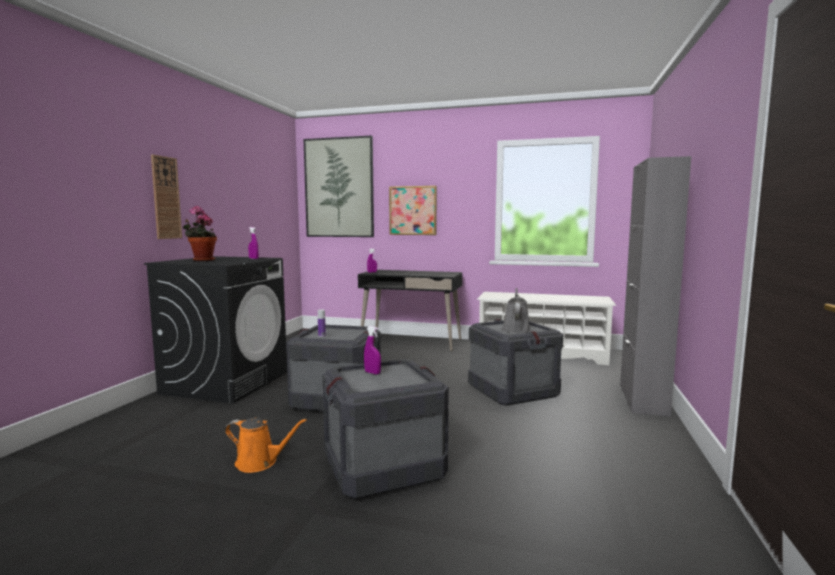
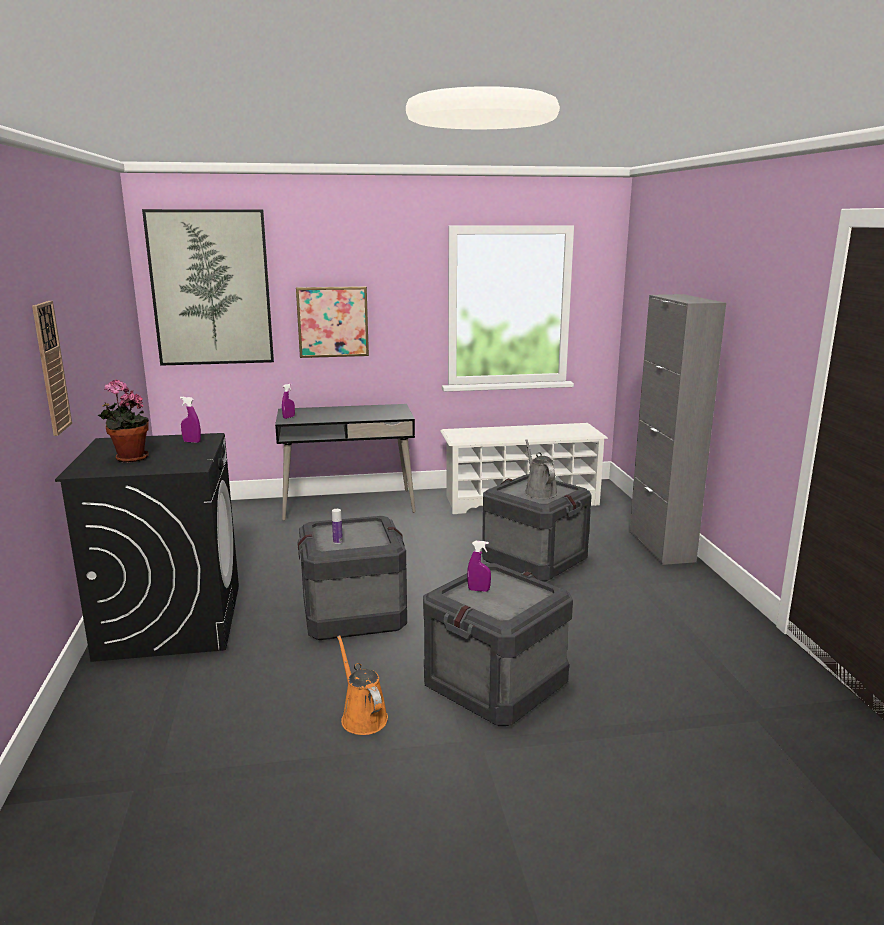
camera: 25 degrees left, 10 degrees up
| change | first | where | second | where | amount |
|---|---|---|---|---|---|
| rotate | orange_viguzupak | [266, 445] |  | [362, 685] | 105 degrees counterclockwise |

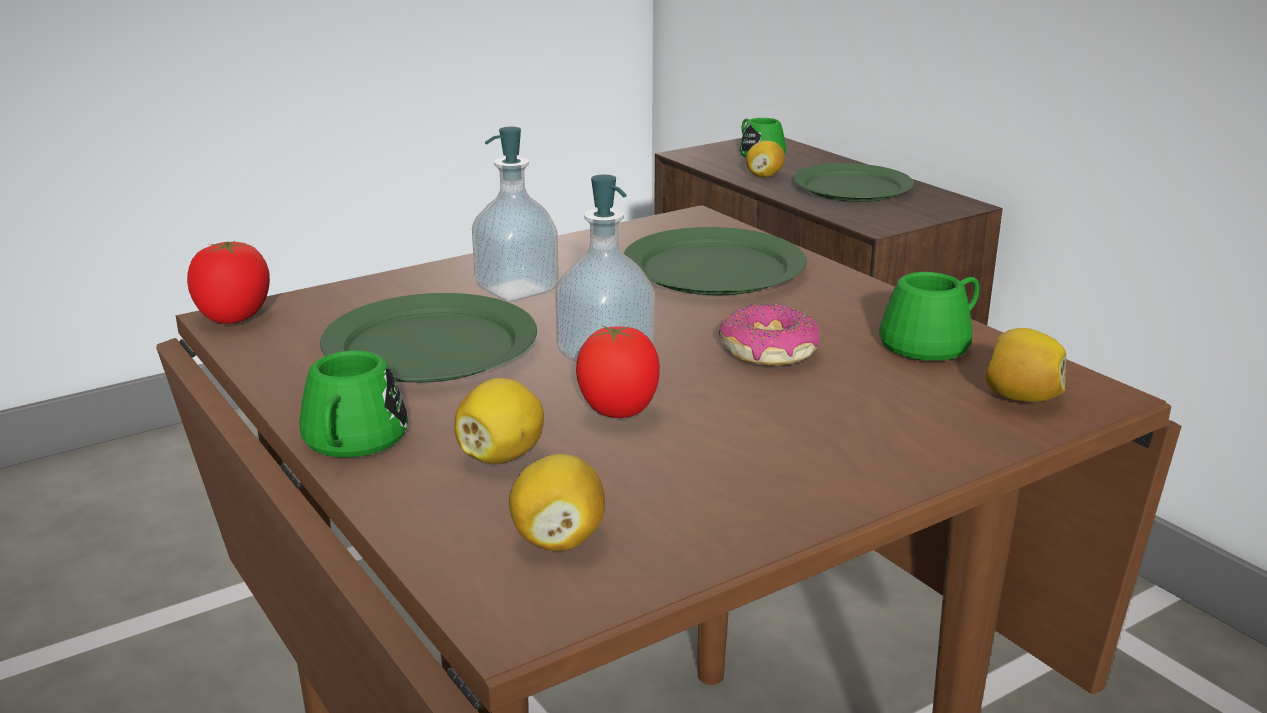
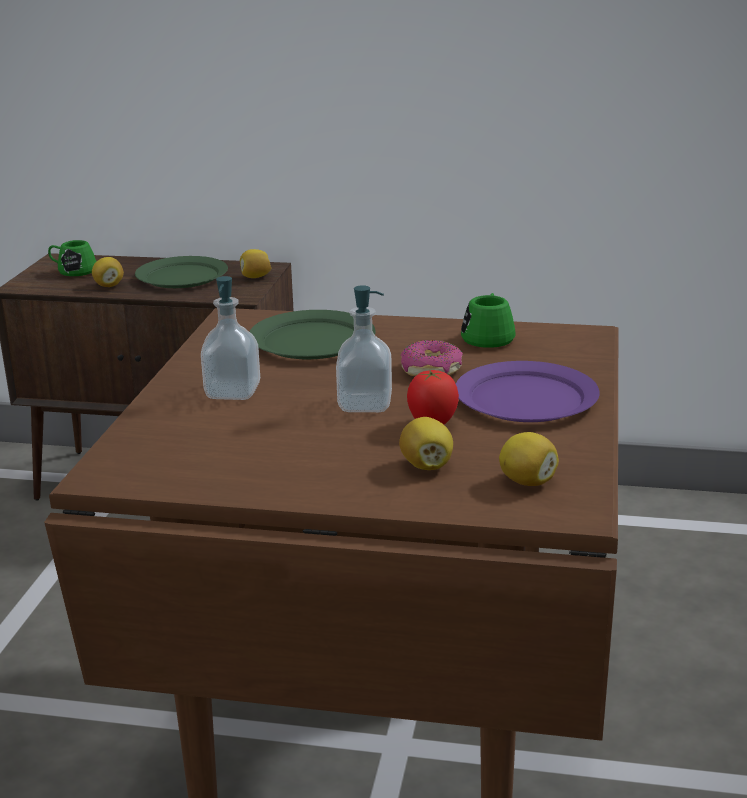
camera: 45 degrees left, 0 degrees up
| change | first | where | second | where | amount |
|---|---|---|---|---|---|
| delete | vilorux | [228, 282] |  |  |  |
| delete | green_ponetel | [353, 403] |  |  |  |
| delete | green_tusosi | [428, 338] |  |  |  |
| move | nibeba | [1026, 365] |  | [255, 263] |  |
| insert |  |  | purple_tusosi | [528, 391] |  |

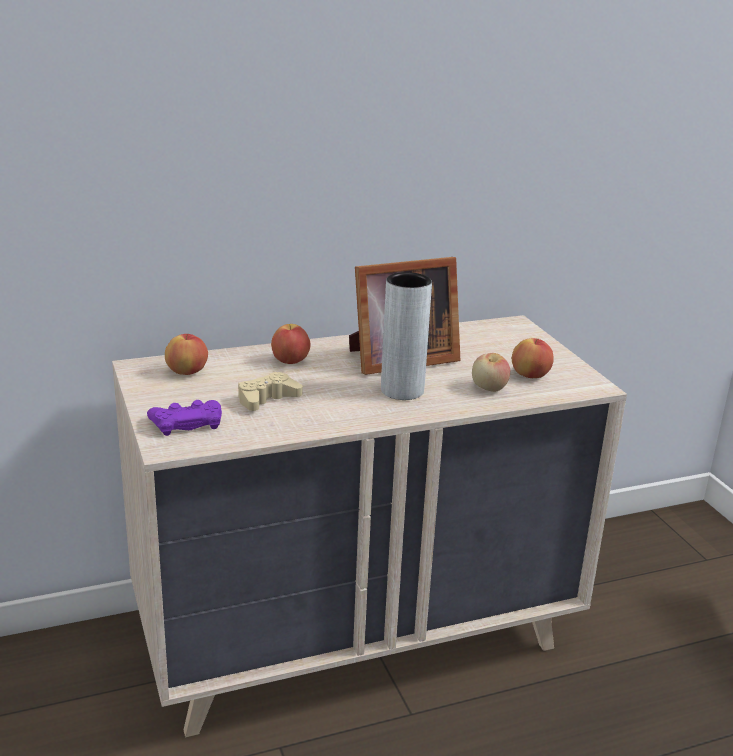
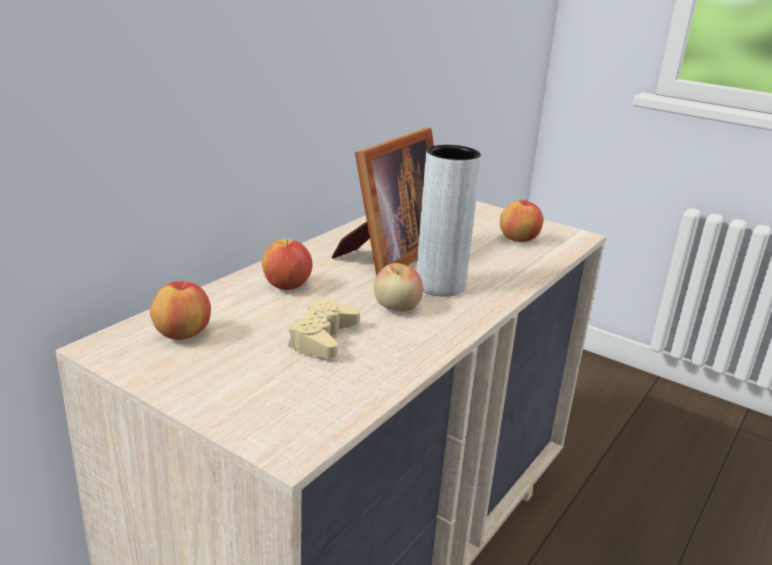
camera: 35 degrees left, 0 degrees up
| change | first | where | second | where | amount |
|---|---|---|---|---|---|
| delete | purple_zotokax | [184, 418] |  |  |  |
| move | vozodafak | [491, 372] |  | [398, 287] |  |

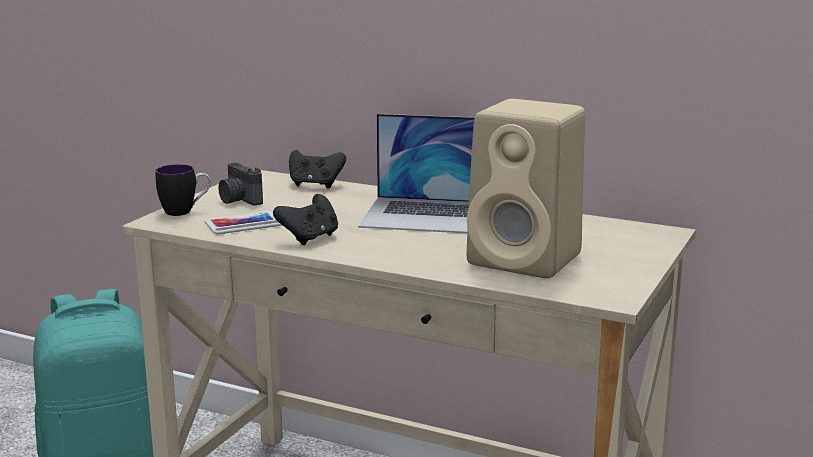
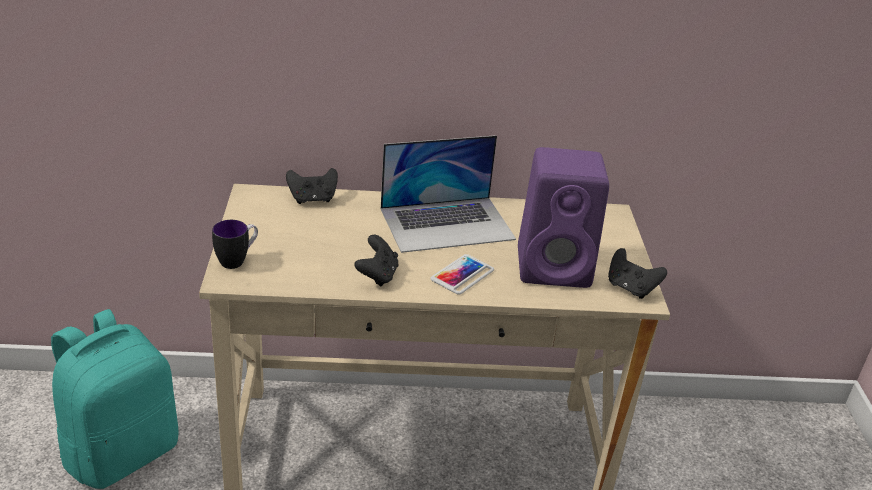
camera: 30 degrees left, 15 degrees up
| change | first | where | second | where | amount |
|---|---|---|---|---|---|
| move | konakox | [243, 222] |  | [462, 274] |  |
| delete | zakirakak | [240, 184] |  |  |  |
| recolor | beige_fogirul | [526, 188] | purple_fogirul | [563, 217] |  |
| insert |  |  | black_zotokax | [637, 273] |  |

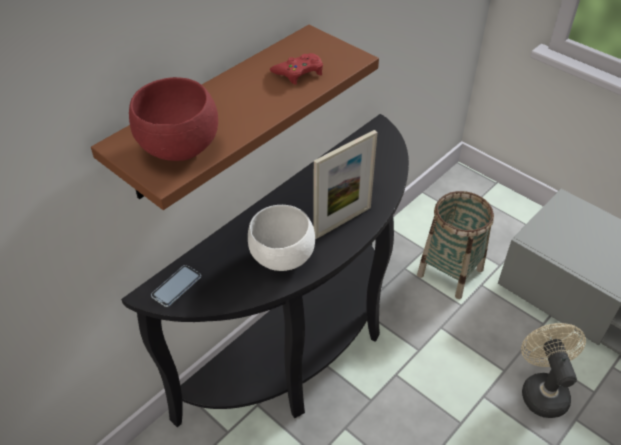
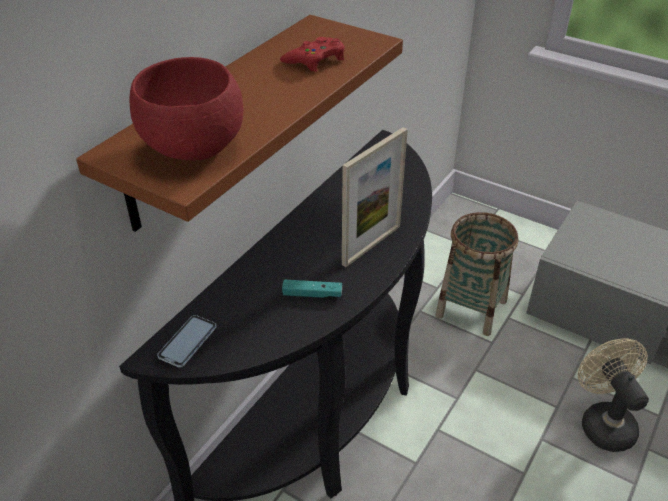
camera: 10 degrees left, 5 degrees down
| change | first | where | second | where | amount |
|---|---|---|---|---|---|
| replace | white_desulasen | [281, 238] | turquoise_zotokax | [312, 289] |  |

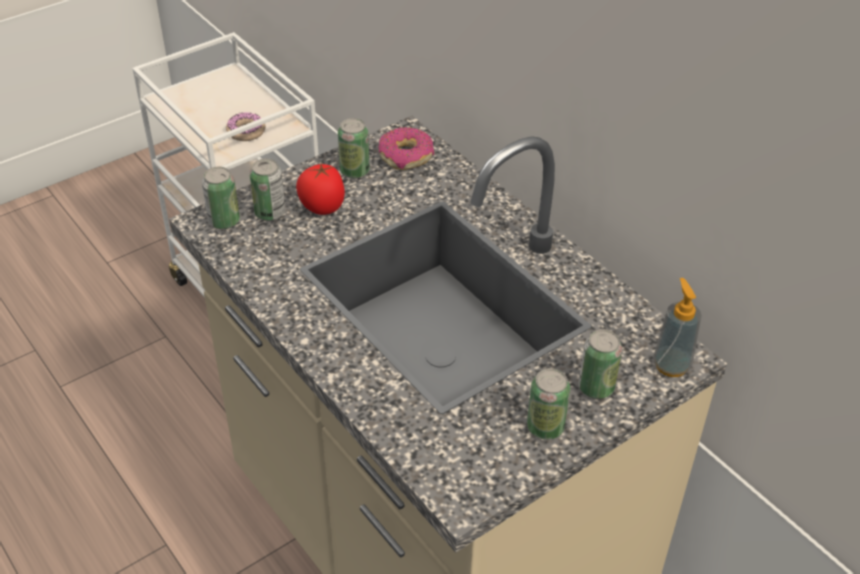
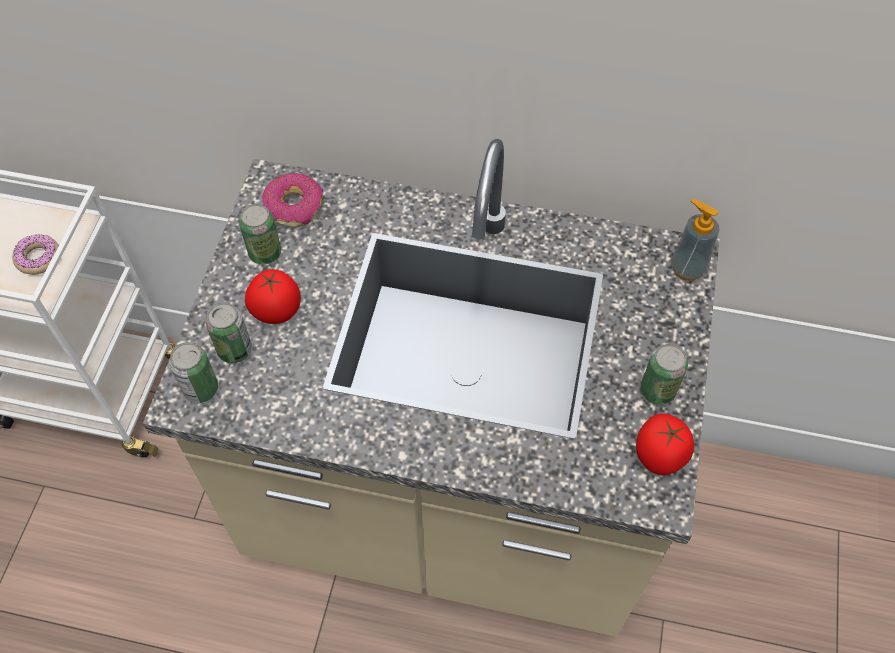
camera: 40 degrees left, 15 degrees up
| change | first | where | second | where | amount |
|---|---|---|---|---|---|
| delete | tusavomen | [600, 364] |  |  |  |
| insert |  |  | vilorux | [665, 444] |  |

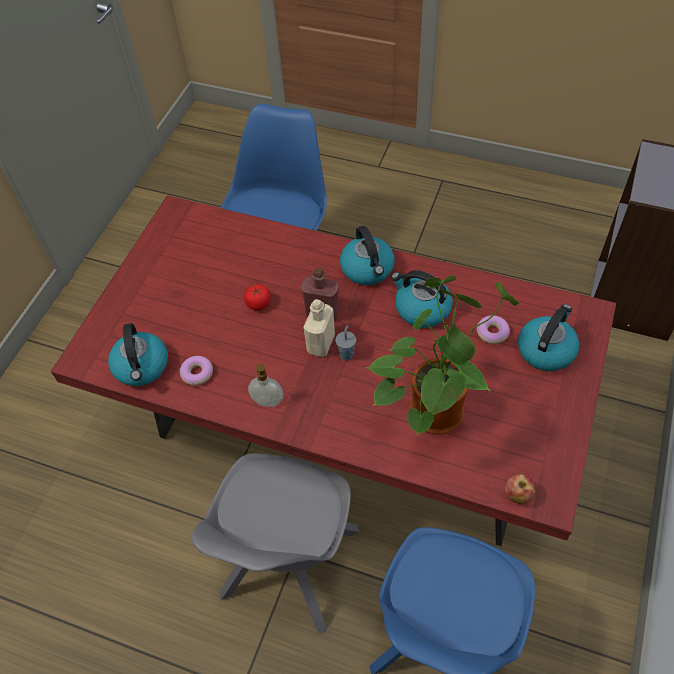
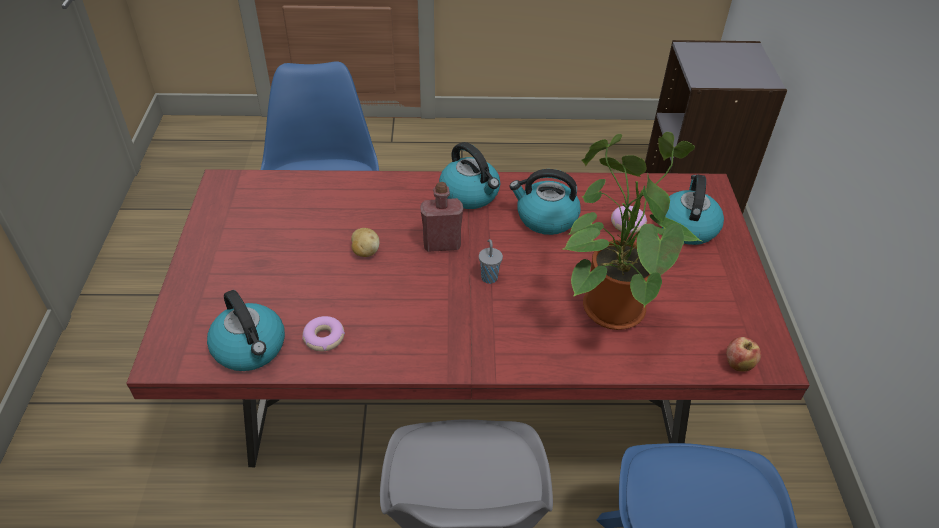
camera: 25 degrees left, 10 degrees down
| change | first | where | second | where | amount |
|---|---|---|---|---|---|
| replace | vilorux | [257, 297] | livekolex | [365, 242] |  |
| delete | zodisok | [265, 385] |  |  |  |
| delete | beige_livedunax | [319, 328] |  |  |  |

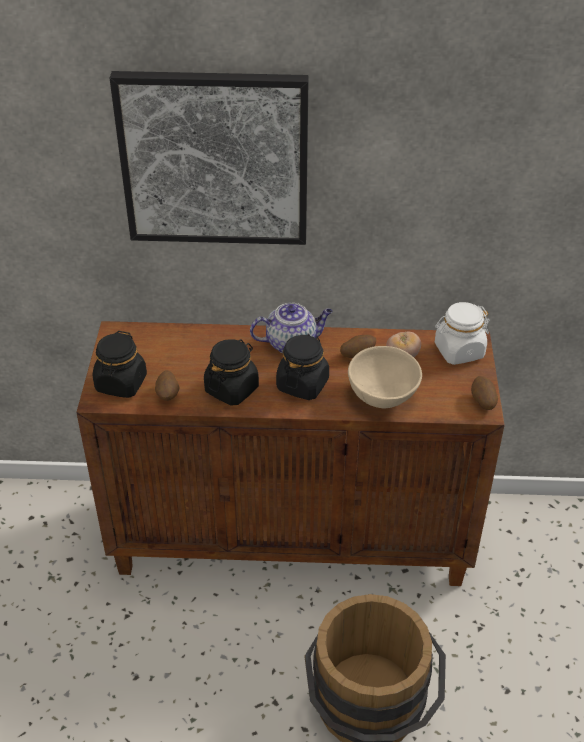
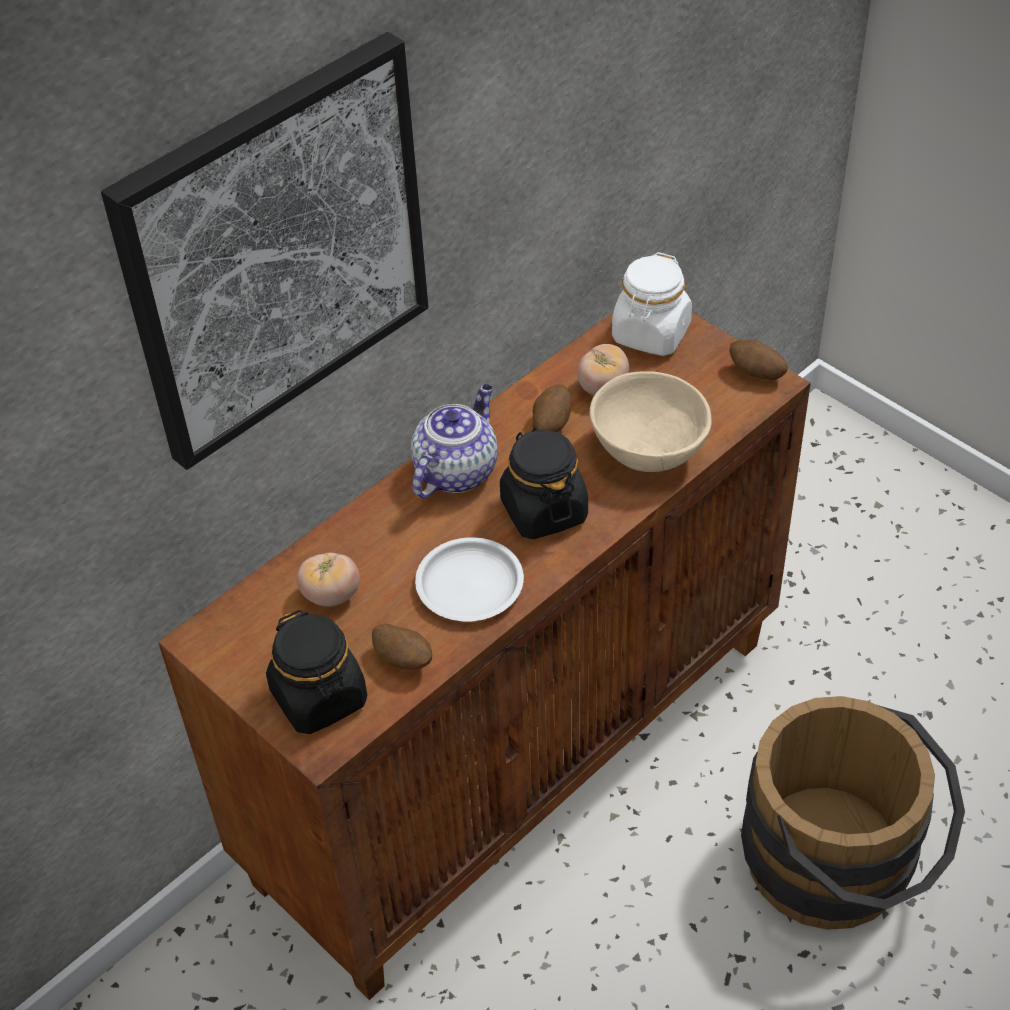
camera: 45 degrees left, 5 degrees up
| change | first | where | second | where | amount |
|---|---|---|---|---|---|
| replace | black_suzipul | [231, 372] | white_tusosi | [469, 579] |  |
| insert |  |  | vilorux | [328, 580] |  |

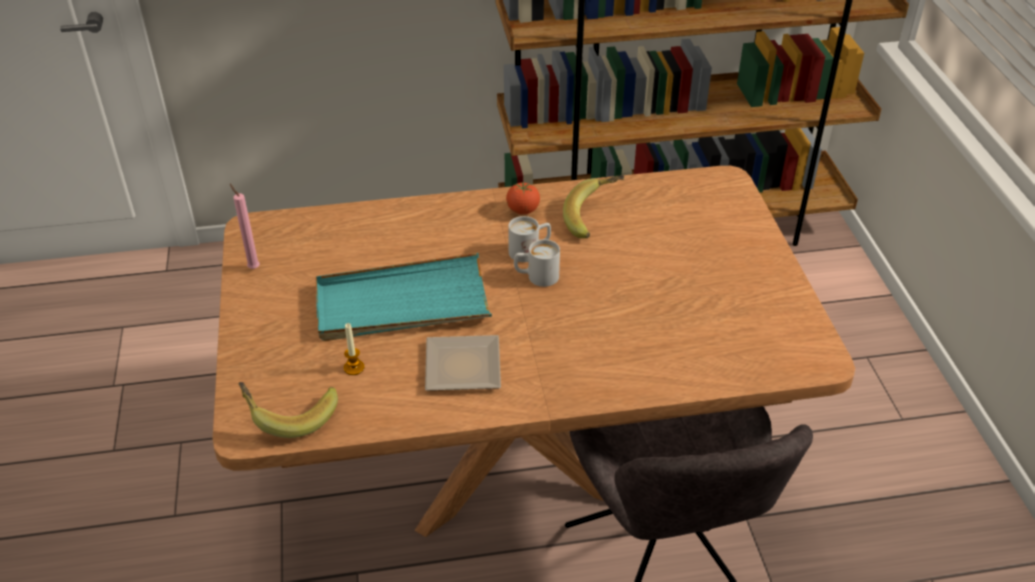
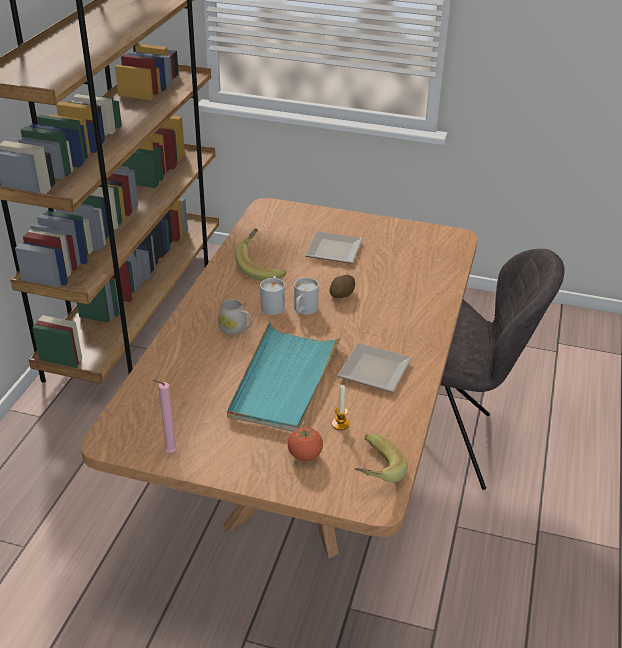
camera: 65 degrees left, 5 degrees down
| change | first | where | second | where | amount |
|---|---|---|---|---|---|
| move | vilorux | [523, 198] |  | [305, 444] |  |
| insert |  |  | white_ponetel | [235, 317] |  |
| insert |  |  | tusosi | [334, 247] |  |
| insert |  |  | livekolex | [342, 286] |  |

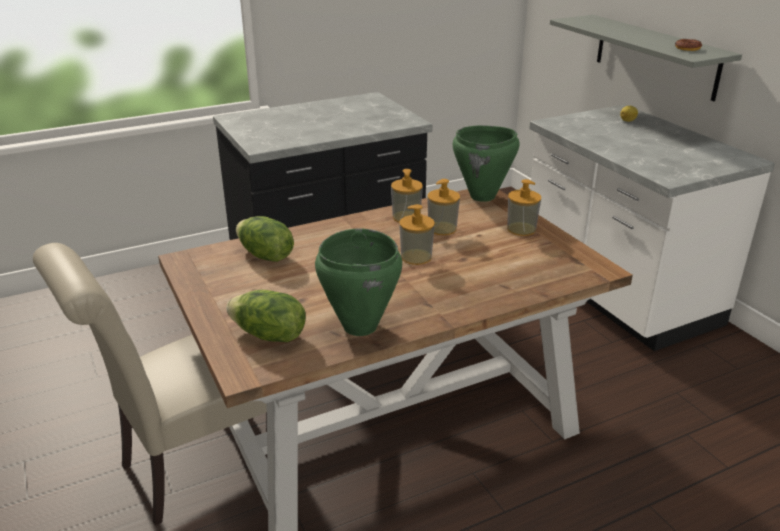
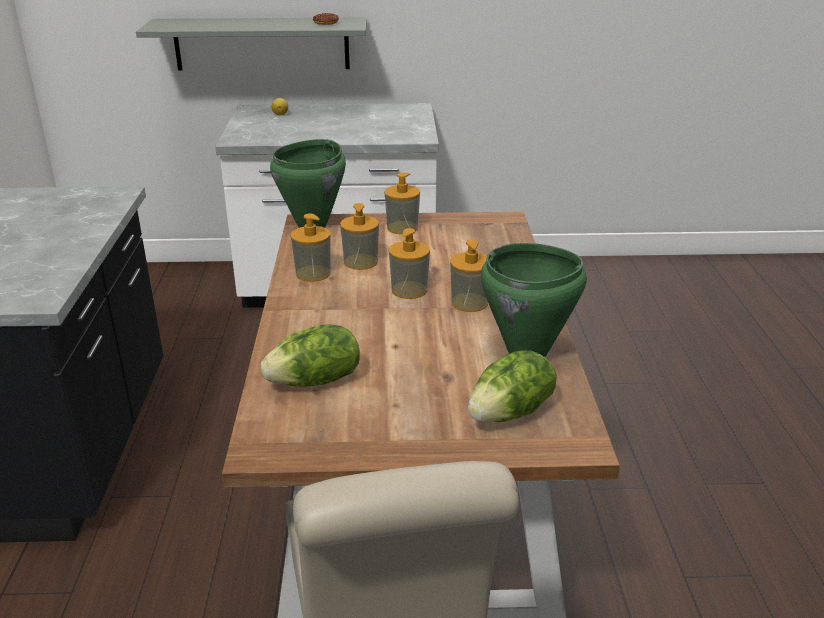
camera: 65 degrees left, 0 degrees up
| change | first | where | second | where | amount |
|---|---|---|---|---|---|
| insert |  |  | zodisok | [469, 275] |  |

